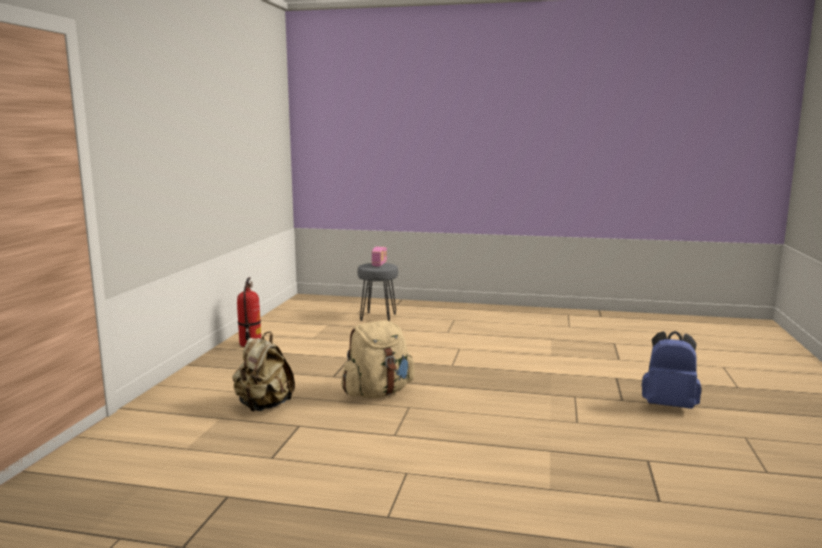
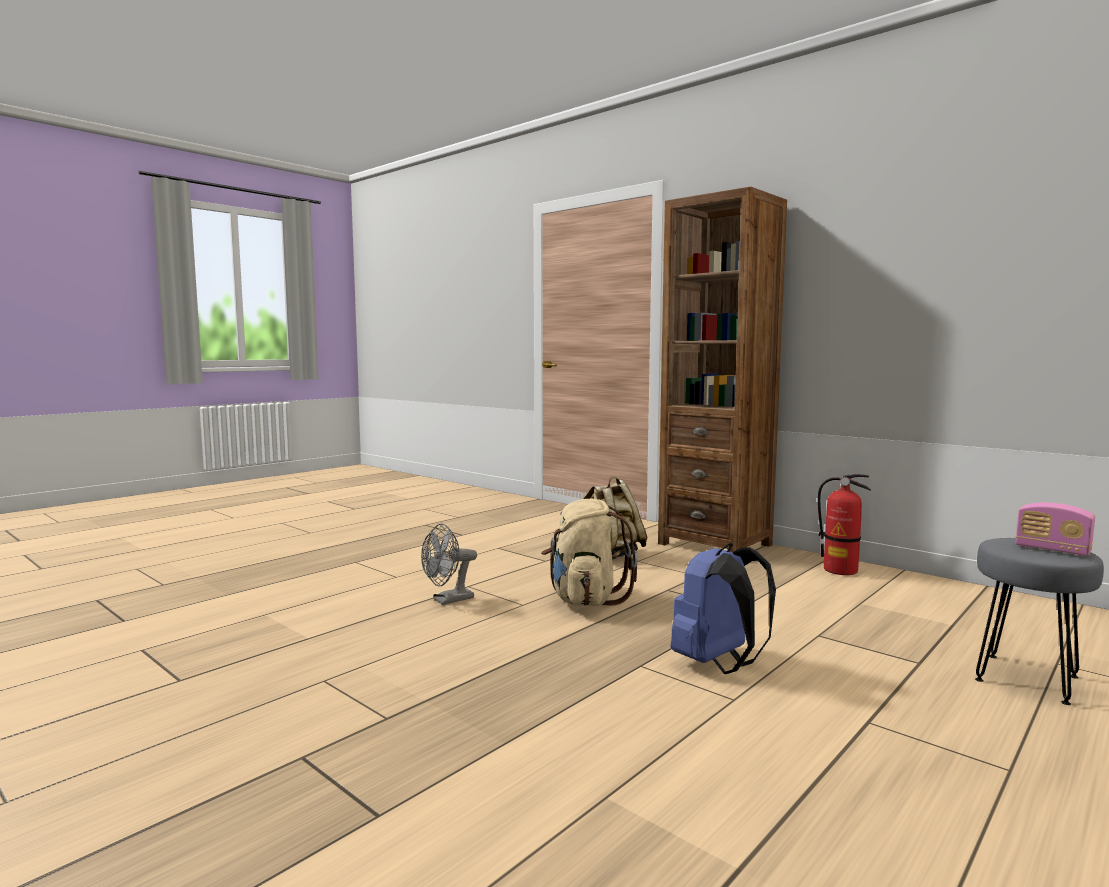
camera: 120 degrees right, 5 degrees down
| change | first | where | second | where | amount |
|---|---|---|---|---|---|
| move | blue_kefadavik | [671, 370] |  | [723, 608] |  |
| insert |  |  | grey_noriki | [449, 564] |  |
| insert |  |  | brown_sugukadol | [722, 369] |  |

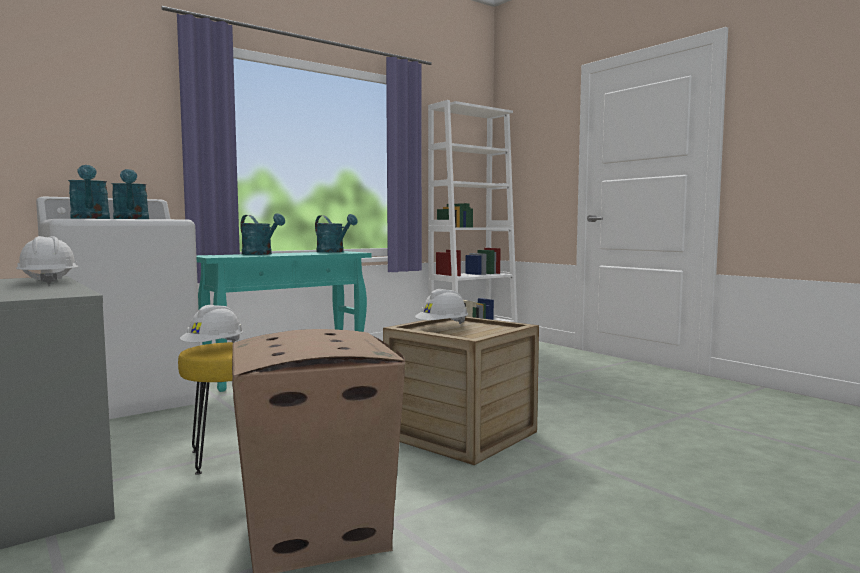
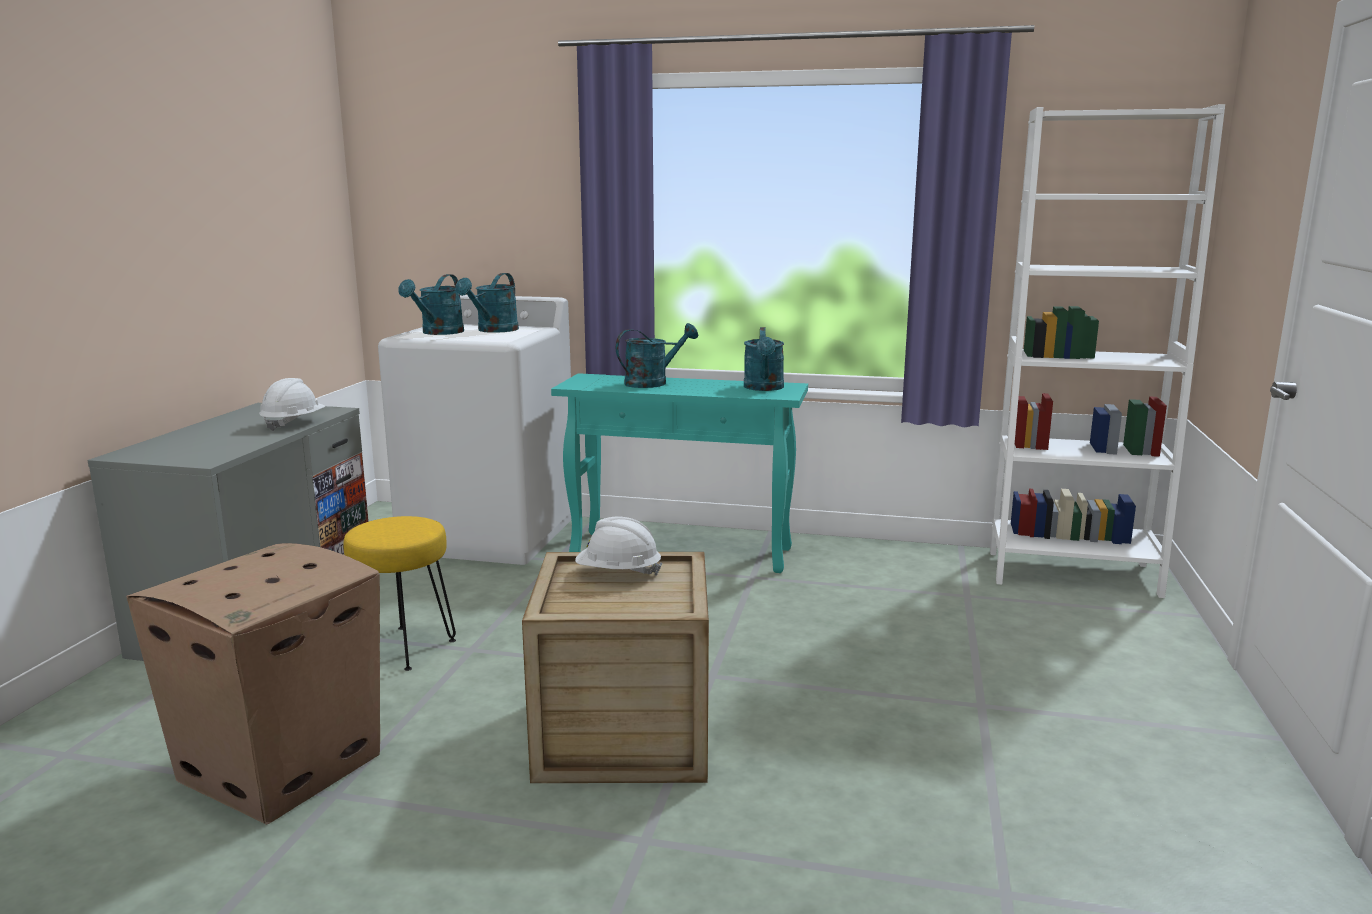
camera: 50 degrees right, 10 degrees up
| change | first | where | second | where | amount |
|---|---|---|---|---|---|
| delete | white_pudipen | [211, 324] |  |  |  |
| rotate | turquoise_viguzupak | [262, 234] |  | [657, 355] | 120 degrees counterclockwise |

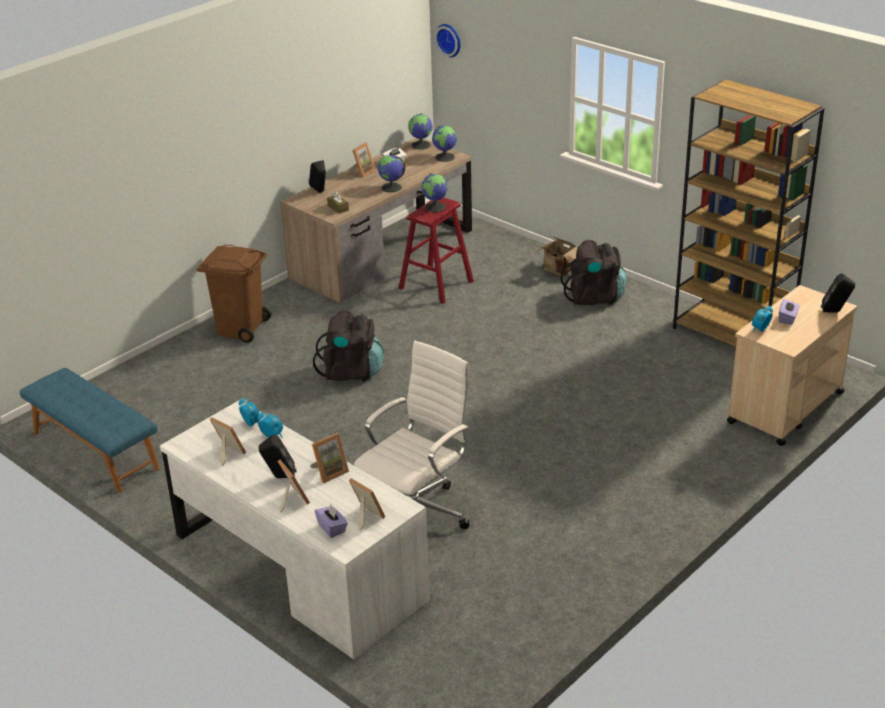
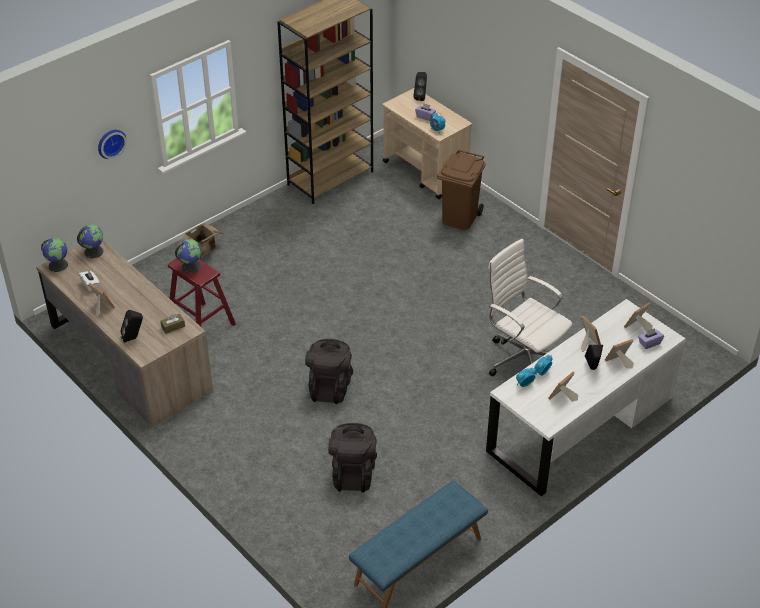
camera: 85 degrees left, 10 degrees up
| change | first | where | second | where | amount |
|---|---|---|---|---|---|
| move | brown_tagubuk | [233, 293] |  | [461, 190] |  |
| delete | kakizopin | [391, 174] |  |  |  |
| move | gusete | [448, 40] |  | [112, 144] |  |
| move | black_kefadavik | [593, 272] |  | [352, 458] |  |

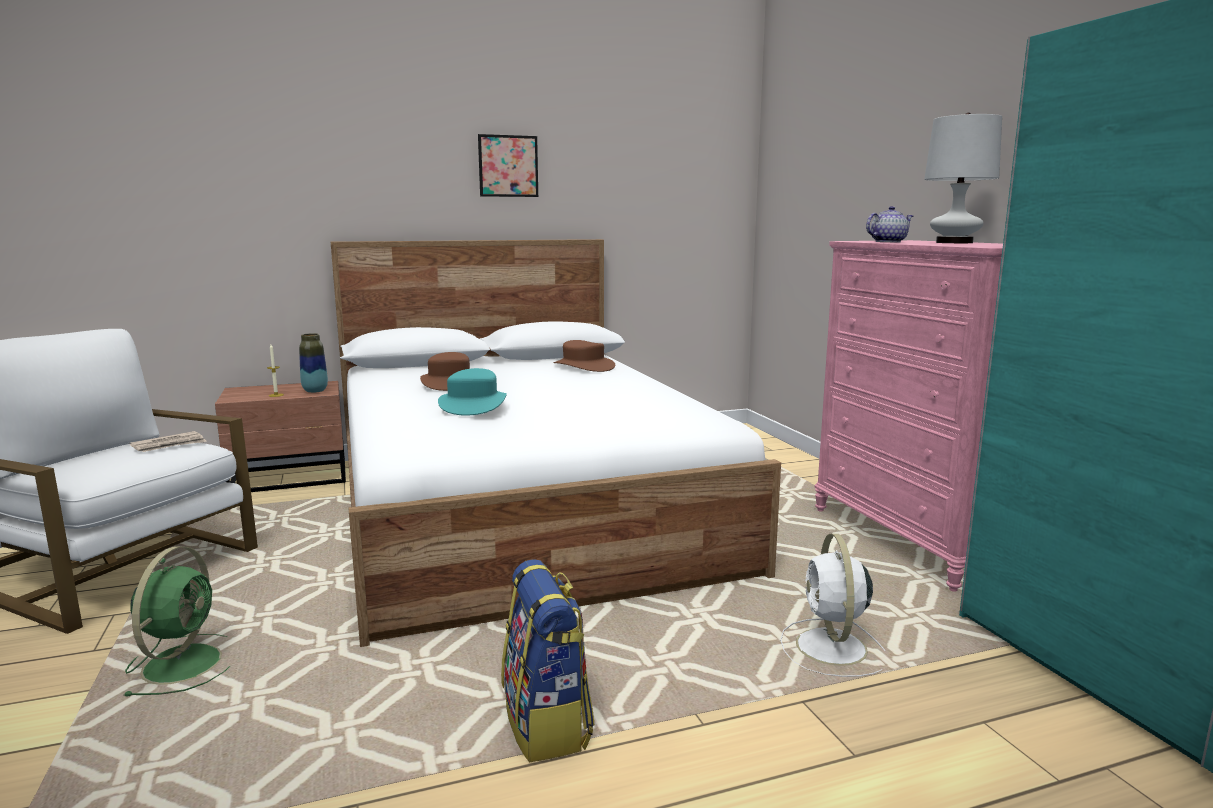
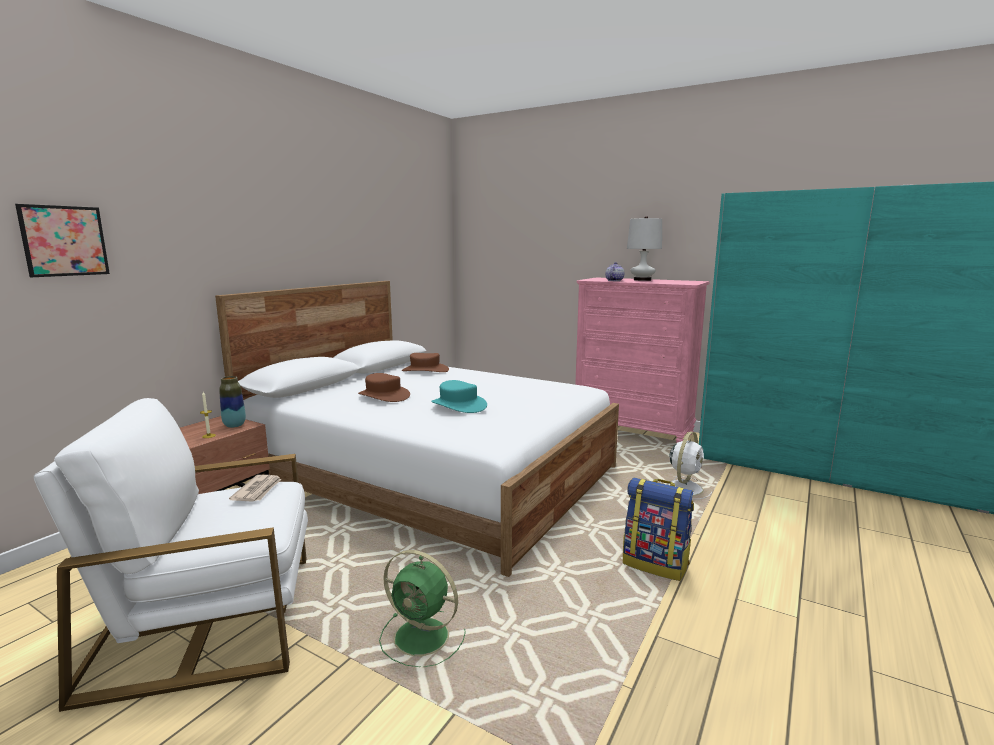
camera: 40 degrees left, 0 degrees up
| change | first | where | second | where | amount |
|---|---|---|---|---|---|
| rotate | green_noriki | [176, 621] |  | [422, 608] | 150 degrees clockwise |
| move | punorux | [508, 165] |  | [62, 240] |  |
| rotate | white_noriki | [832, 605] |  | [686, 465] | 105 degrees counterclockwise |

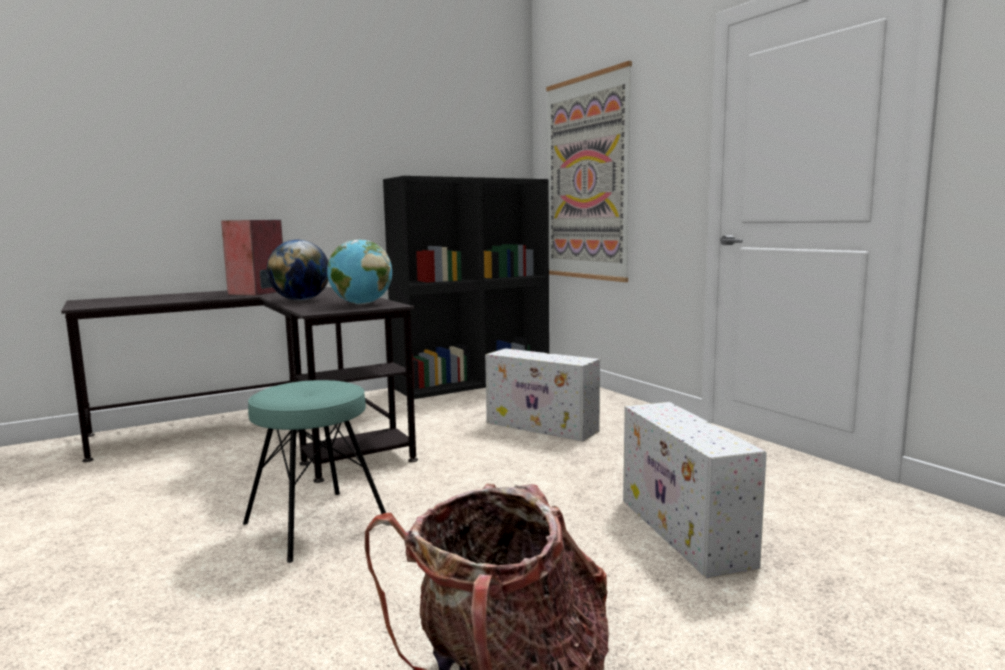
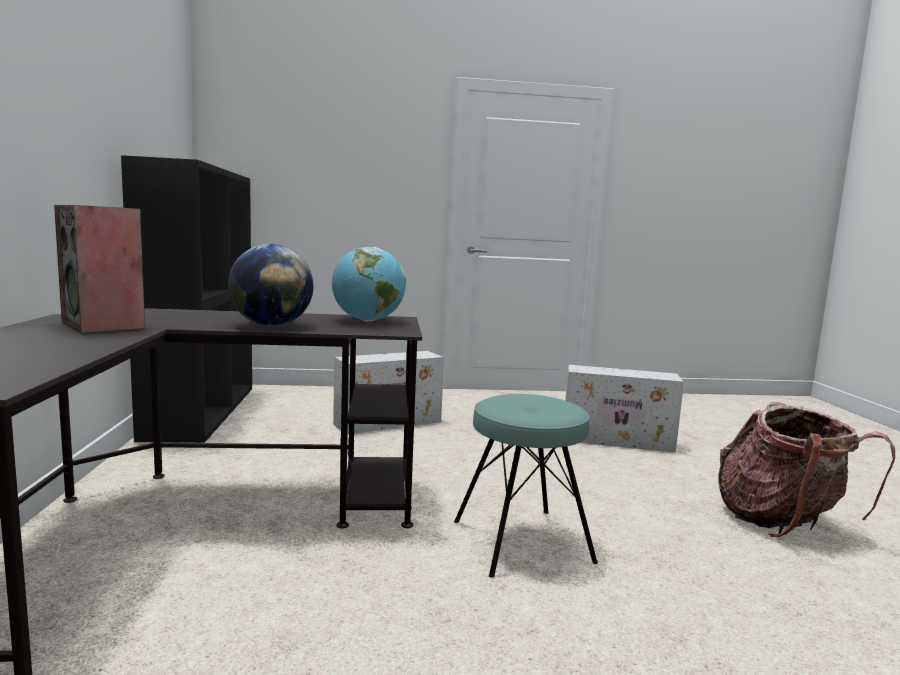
camera: 65 degrees left, 0 degrees up
| change | first | where | second | where | amount |
|---|---|---|---|---|---|
| delete | punorux | [589, 171] |  |  |  |

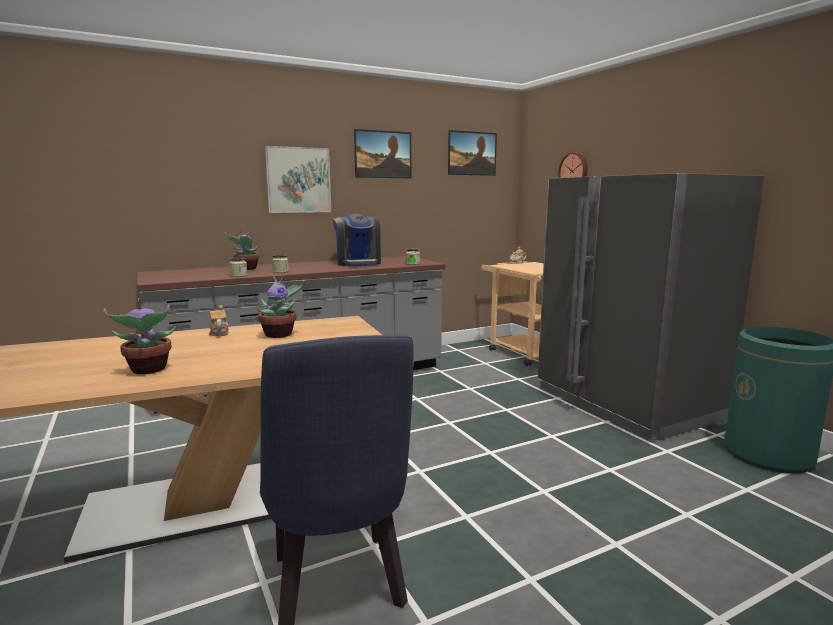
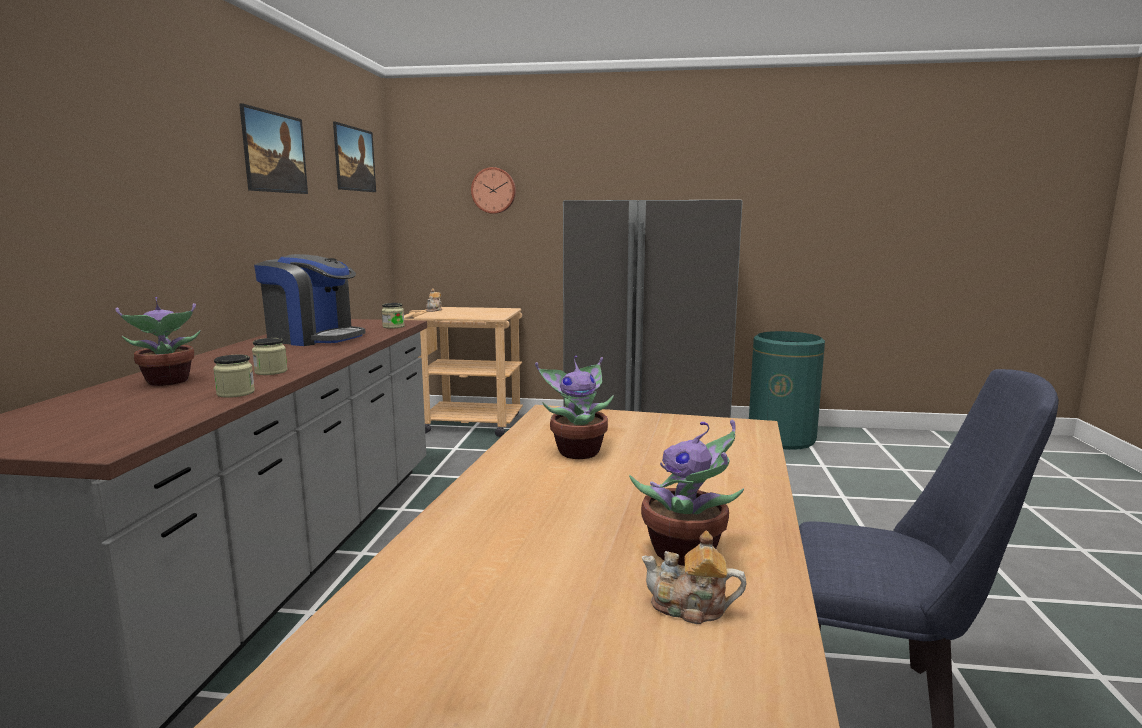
camera: 55 degrees left, 0 degrees up
| change | first | where | second | where | amount |
|---|---|---|---|---|---|
| move | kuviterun | [219, 320] |  | [694, 577] |  |
| delete | punorux | [297, 179] |  |  |  |

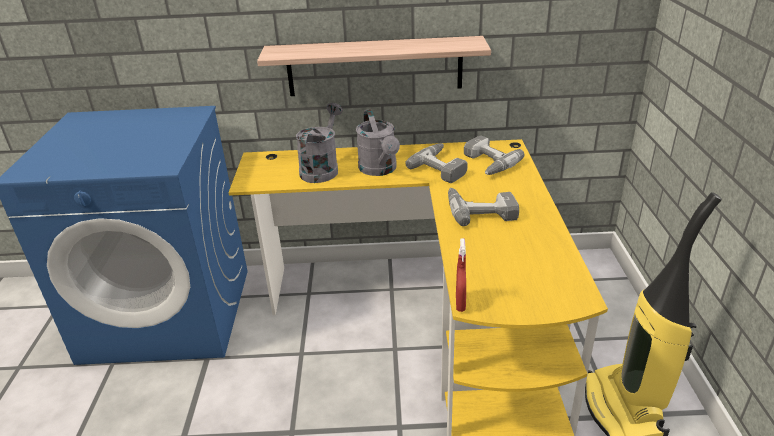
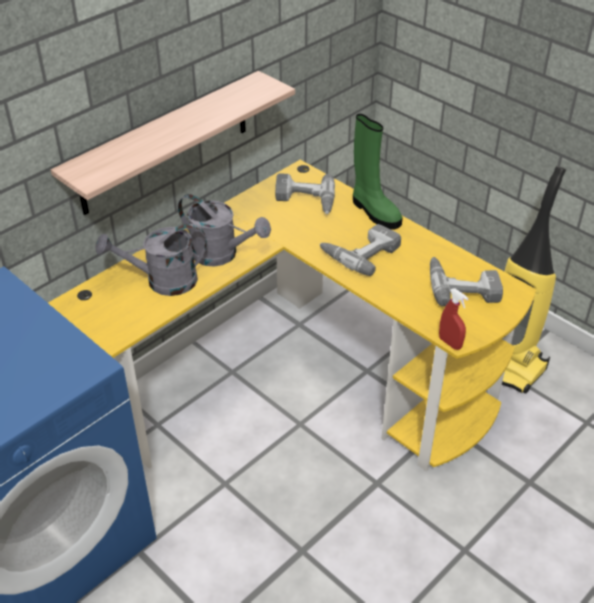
camera: 45 degrees left, 10 degrees up
| change | first | where | second | where | amount |
|---|---|---|---|---|---|
| rotate | grey_viguzupak | [319, 143] |  | [151, 260] | 75 degrees counterclockwise |
| move | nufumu | [436, 163] |  | [466, 281] |  |
| insert |  |  | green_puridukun | [377, 171] |  |

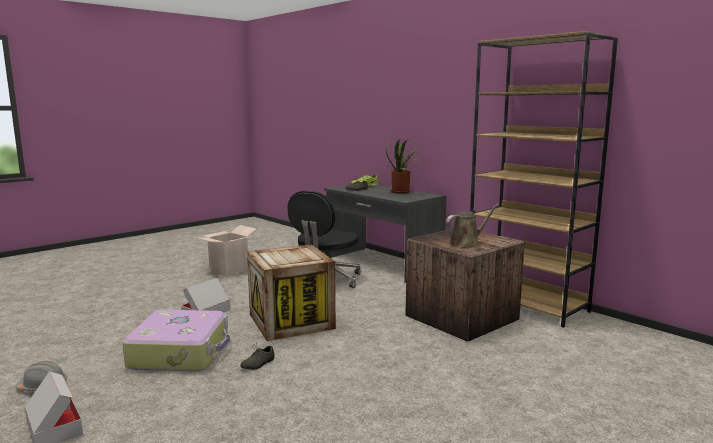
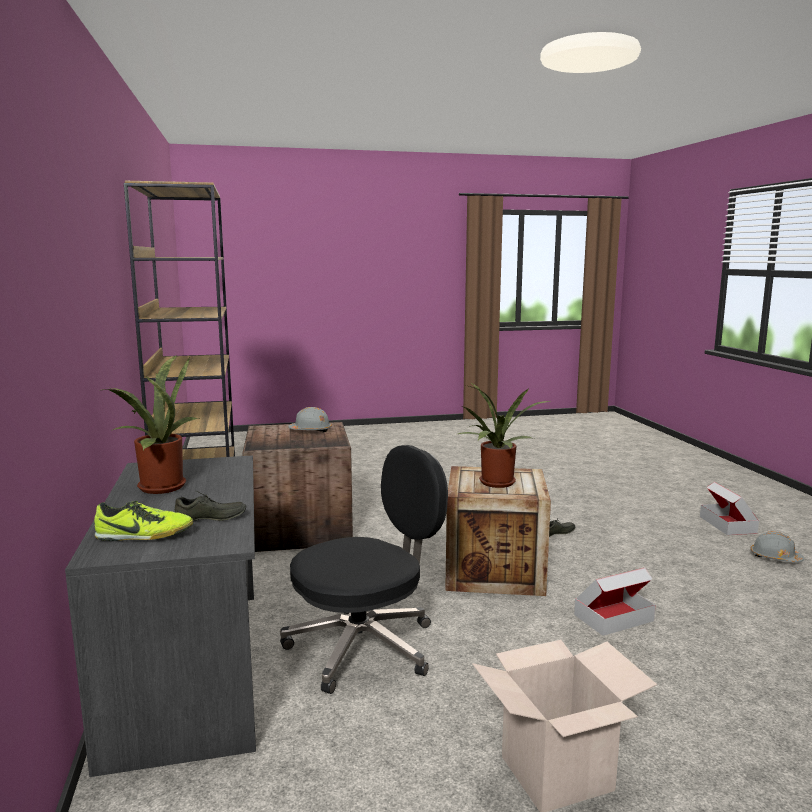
camera: 150 degrees left, 0 degrees up
| change | first | where | second | where | amount |
|---|---|---|---|---|---|
| delete | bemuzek | [176, 341] |  |  |  |
| replace | brown_viguzupak | [472, 226] | grey_pudipen | [310, 419] |  |
| insert |  |  | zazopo | [504, 435] |  |

